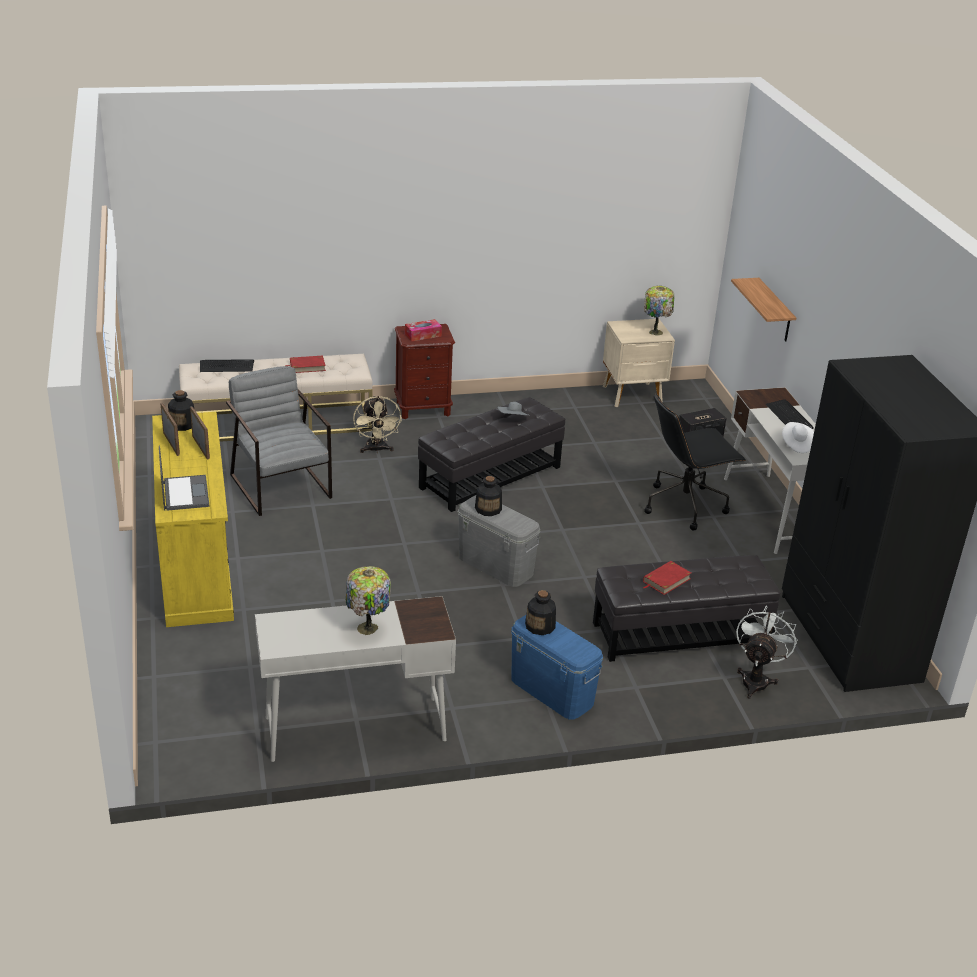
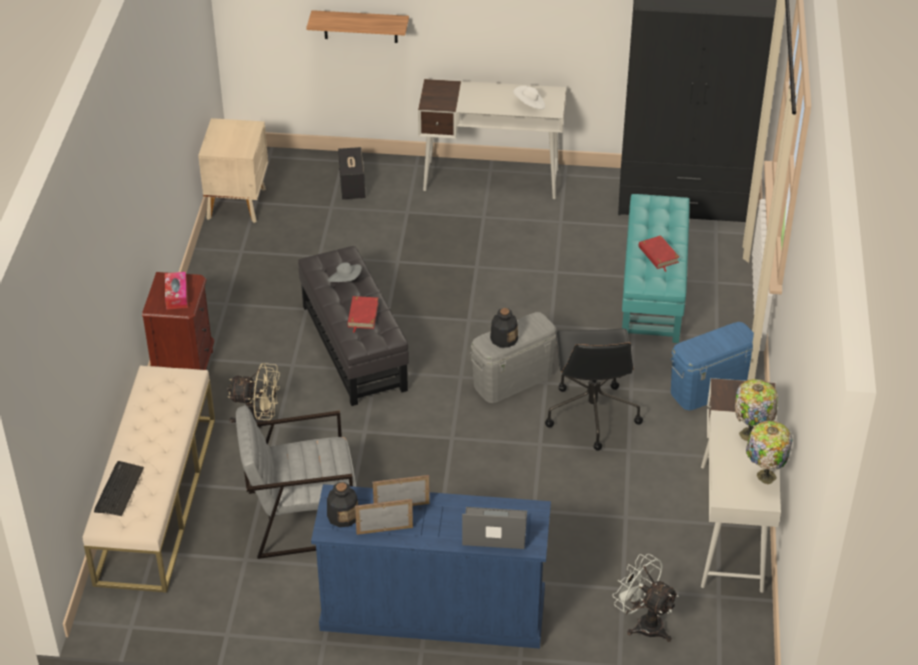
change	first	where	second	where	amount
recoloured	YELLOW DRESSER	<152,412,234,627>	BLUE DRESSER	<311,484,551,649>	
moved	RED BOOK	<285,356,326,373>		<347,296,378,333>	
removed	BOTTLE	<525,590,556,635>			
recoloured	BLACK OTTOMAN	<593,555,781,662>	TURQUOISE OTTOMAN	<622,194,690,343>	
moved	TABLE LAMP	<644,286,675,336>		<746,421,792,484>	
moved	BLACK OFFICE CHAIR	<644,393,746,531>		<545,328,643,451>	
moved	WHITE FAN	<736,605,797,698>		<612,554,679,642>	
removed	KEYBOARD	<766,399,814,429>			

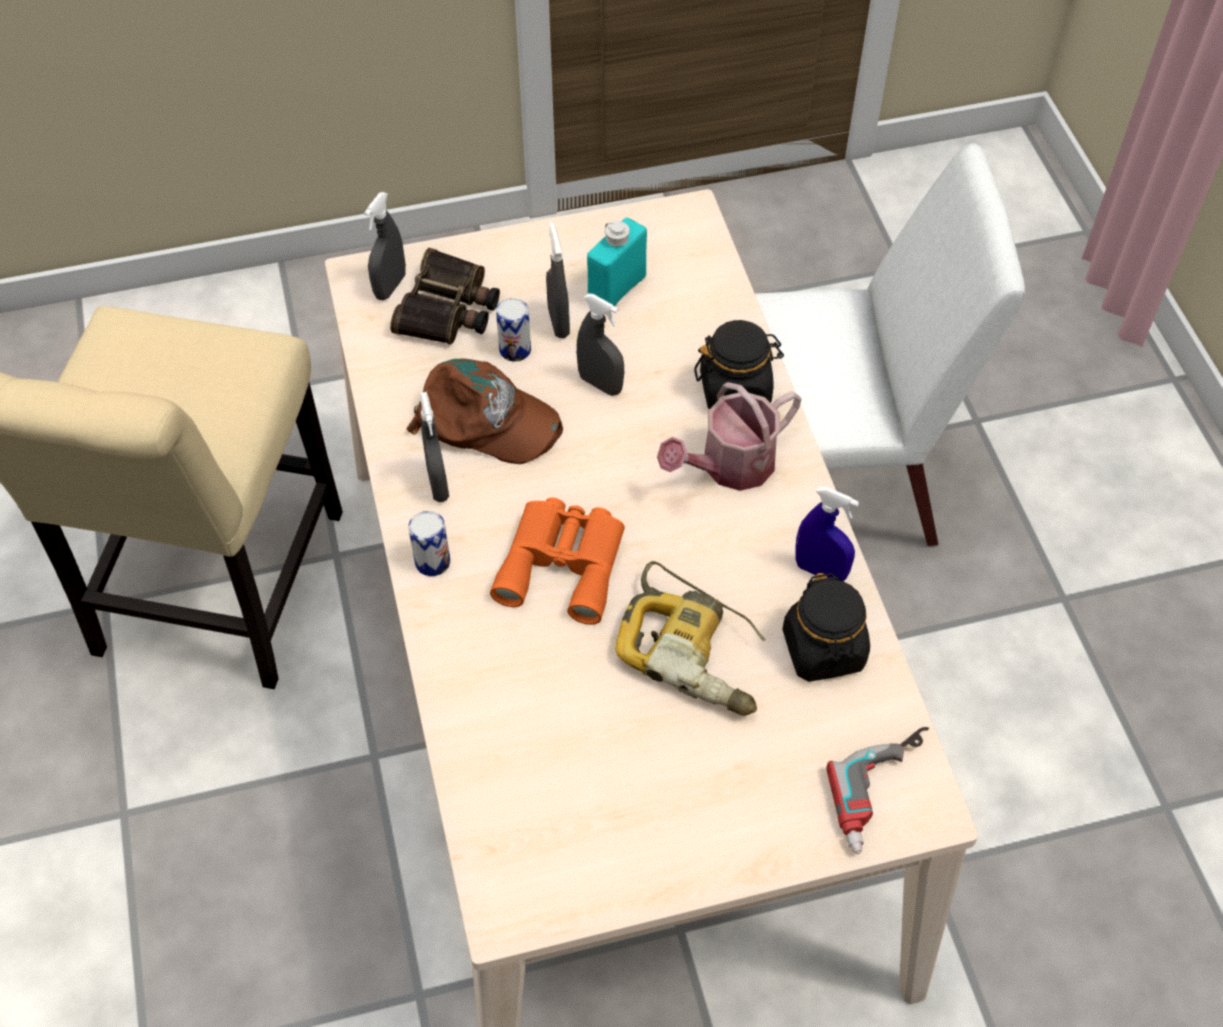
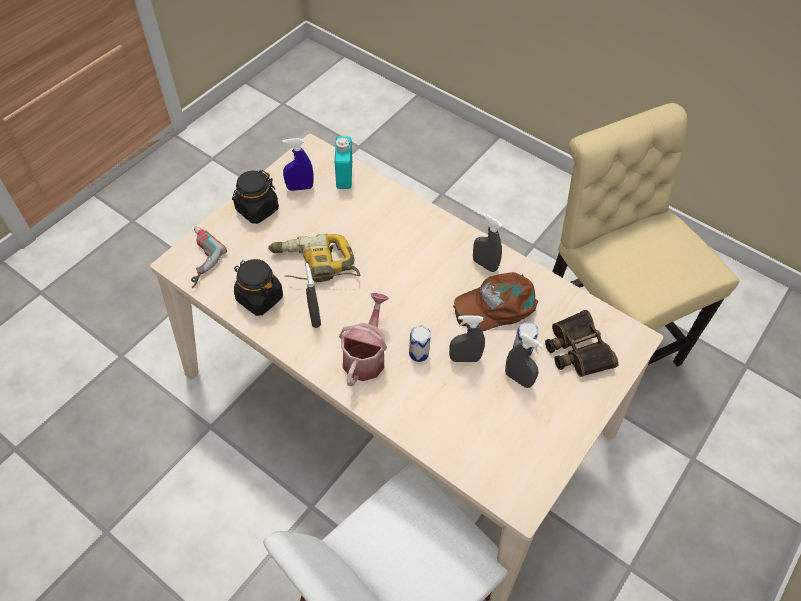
change	first	where	second	where	amount
moved	GREY SPRAY BOTTLE	<364,192,406,300>		<305,263,321,328>	
moved	CAN	<408,511,450,576>		<409,326,431,362>	
removed	ORANGE BINOCULARS	<490,498,625,625>			
moved	TURQUOISE BOTTLE	<587,218,647,306>		<335,136,352,189>	
moved	BLACK JAR	<694,320,784,409>		<232,170,279,224>	
moved	BLUE SPRAY BOTTLE	<795,486,859,581>		<282,138,314,191>	

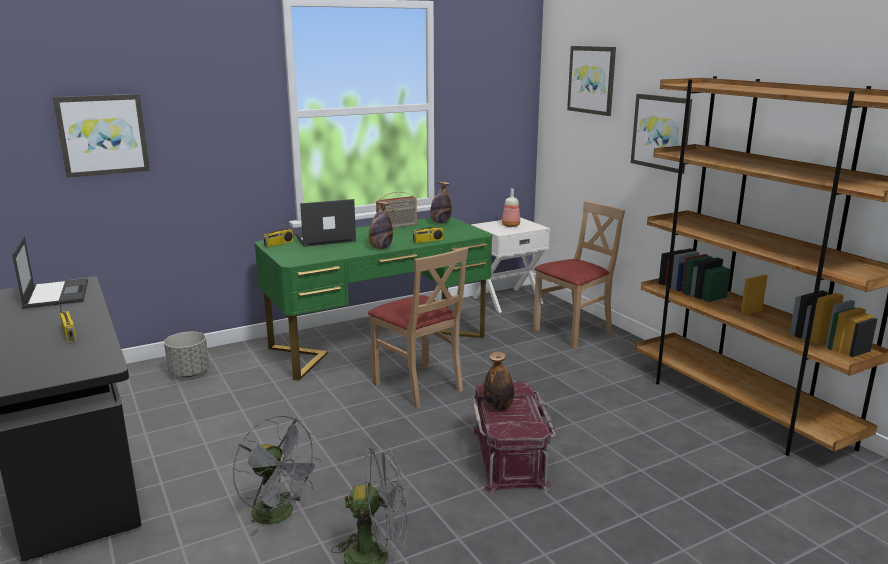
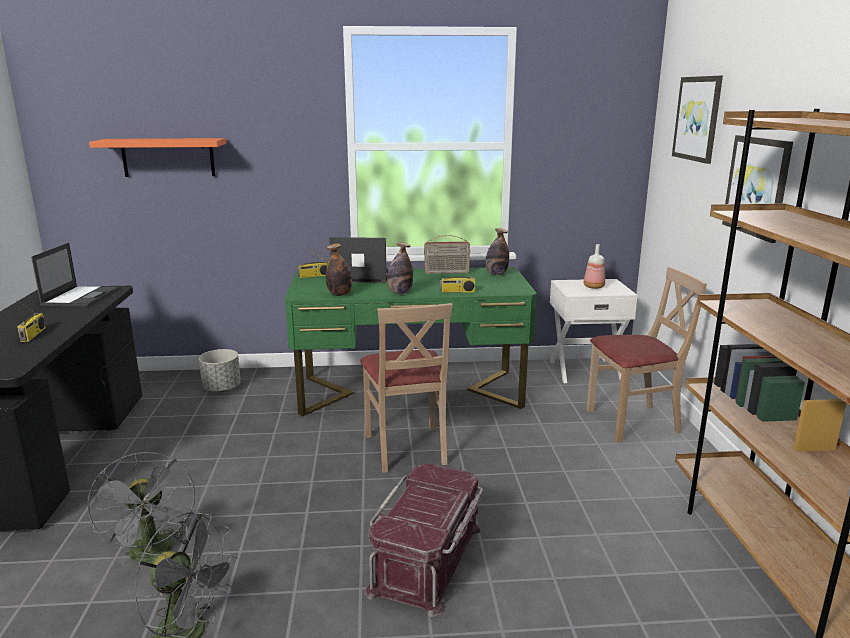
change	first	where	second	where	amount
replaced	PICTURE	<53,94,150,178>	ORANGE SHELF	<89,138,226,177>	
moved	BOTTLE	<484,351,514,411>		<326,243,352,296>	

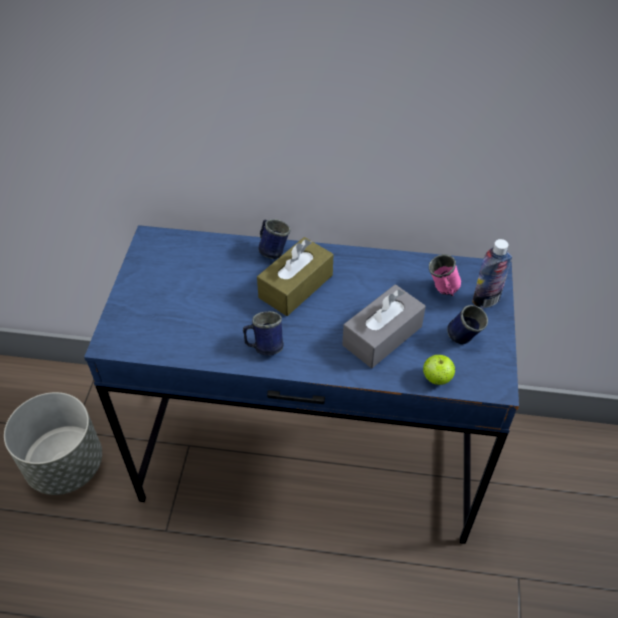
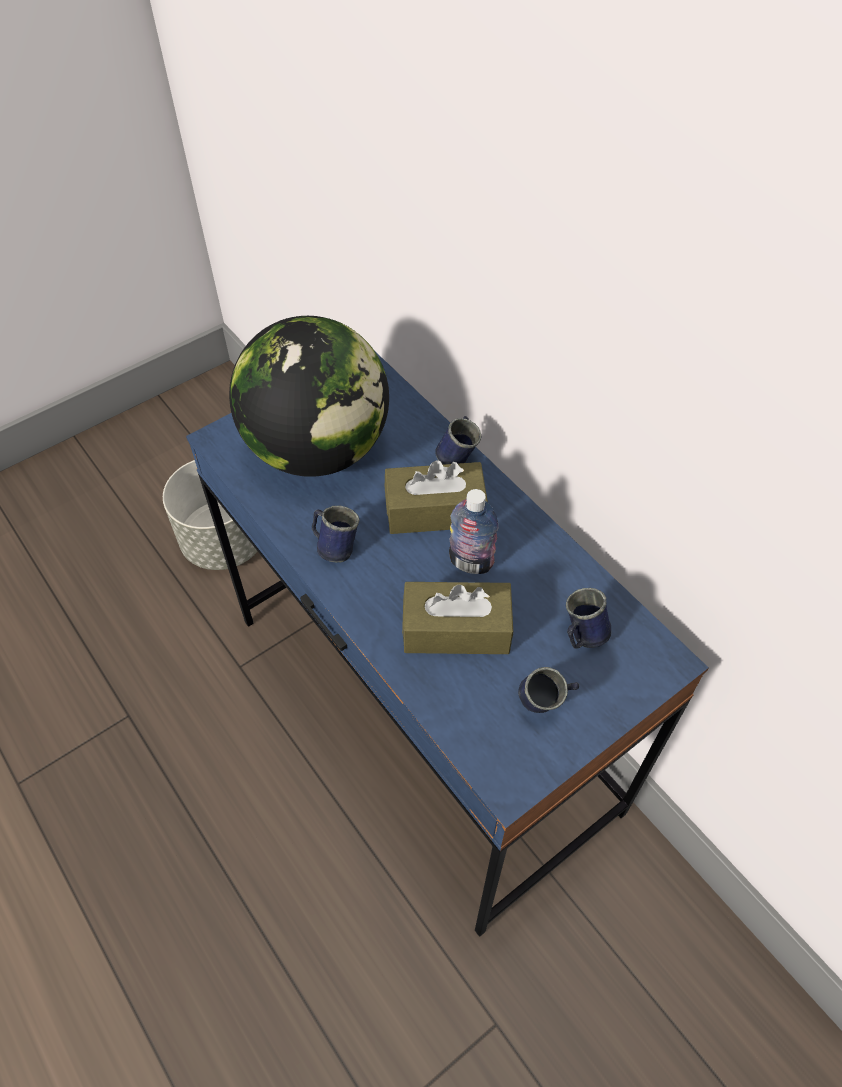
change	first	where	second	where	amount
recoloured	GREY TISSUE BOX	<342,284,426,368>	BROWN TISSUE BOX	<402,582,513,654>	
removed	APPLE	<423,354,456,385>			
recoloured	PINK MUG	<429,254,461,296>	BLUE MUG	<566,588,611,649>	
moved	BOTTLE	<472,239,512,308>		<449,489,498,574>	
added			GLOBE	<229,316,389,477>	

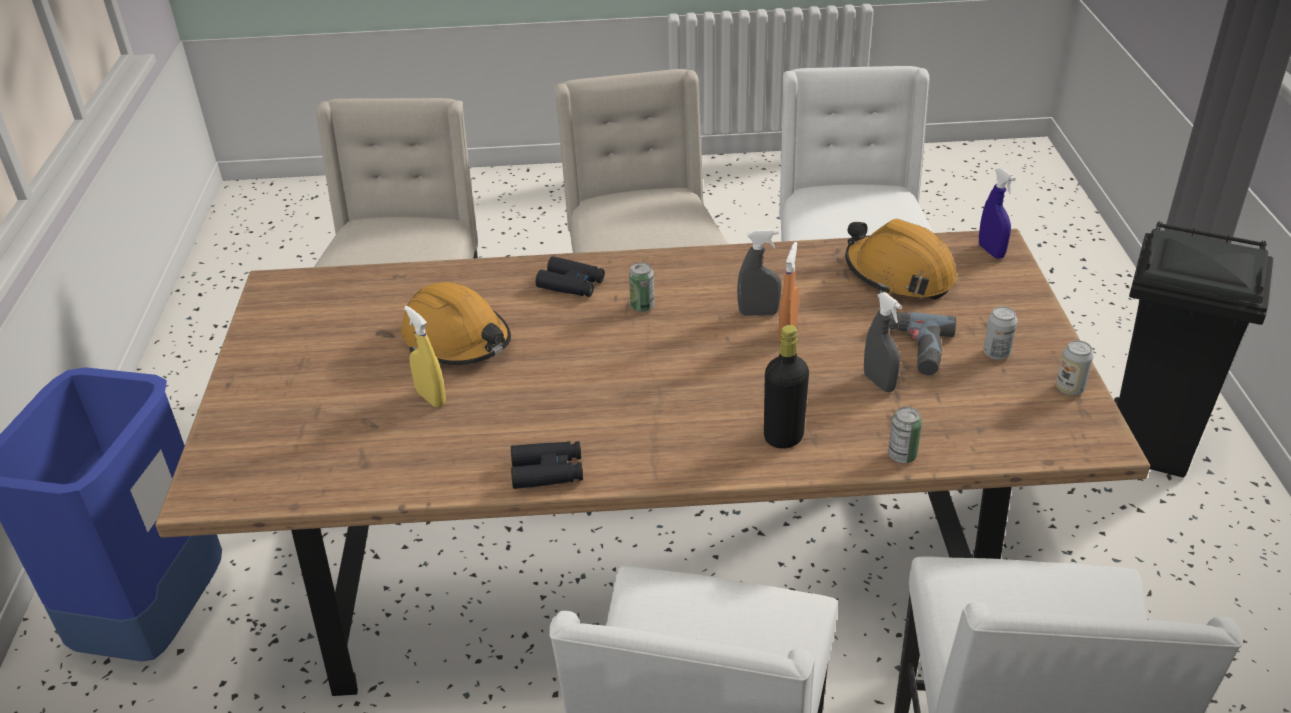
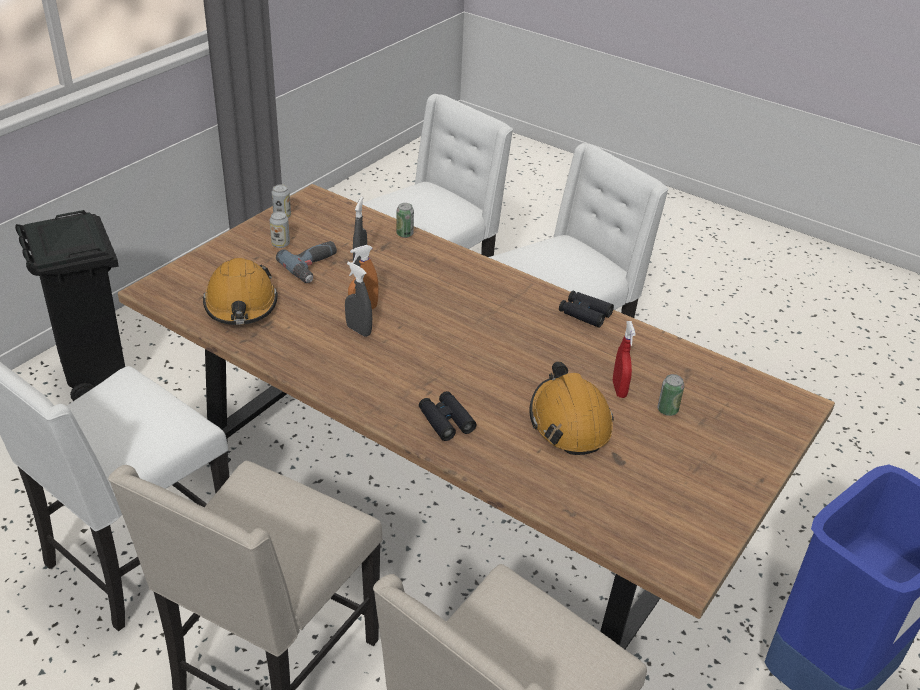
change	first	where	second	where	amount
recoloured	YELLOW SPRAY BOTTLE	<404,306,446,407>	RED SPRAY BOTTLE	<613,321,636,398>	
moved	CAN	<629,263,655,312>		<658,374,684,416>	
removed	BLACK BOTTLE	<764,325,809,449>			
removed	BLUE SPRAY BOTTLE	<979,168,1016,259>			

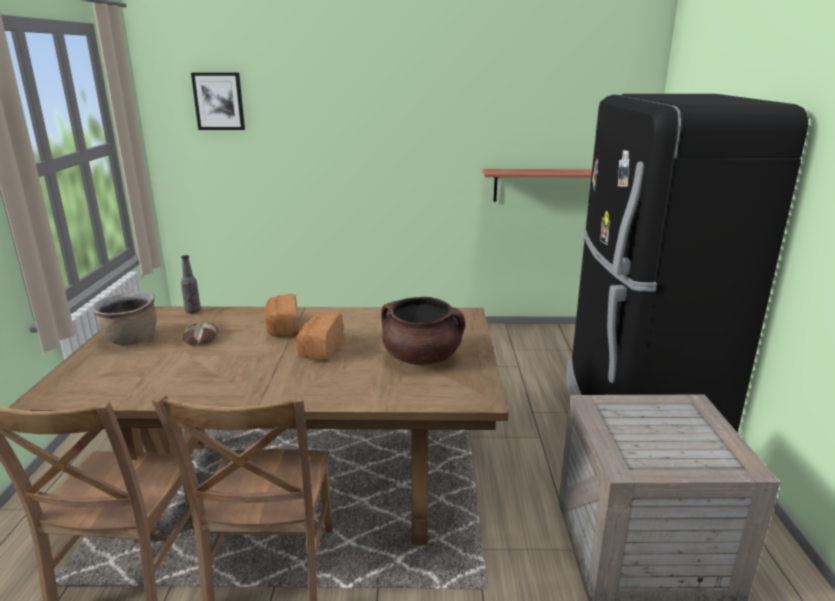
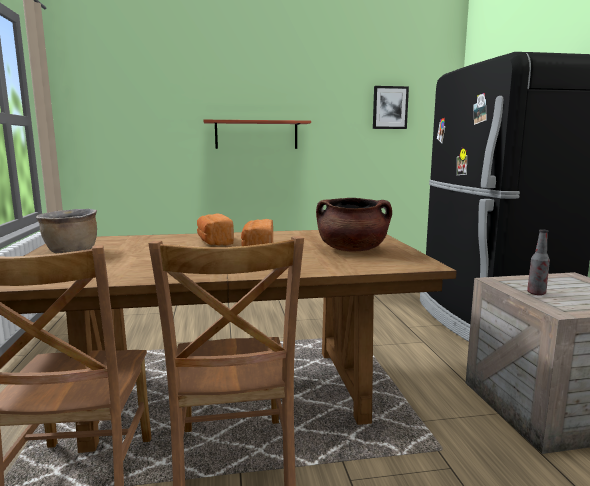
change	first	where	second	where	amount
moved	BOTTLE	<181,255,201,313>		<527,229,550,295>	
removed	BREAD	<183,322,218,345>			
moved	PICTURE	<191,73,245,130>		<373,86,409,129>	
moved	SHELF	<483,169,592,202>		<204,120,311,149>	

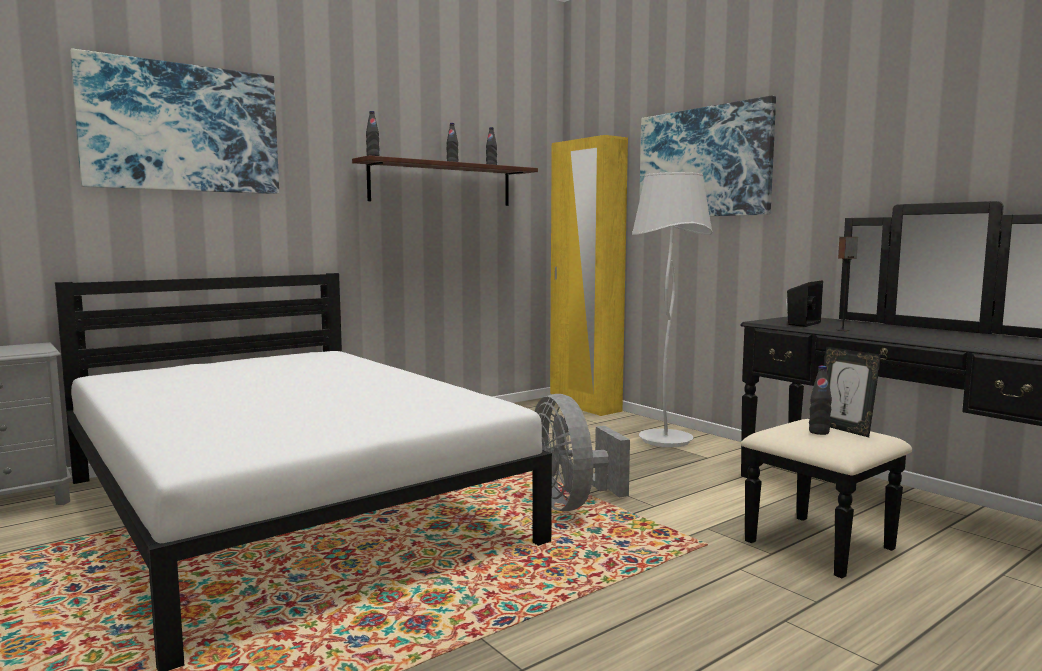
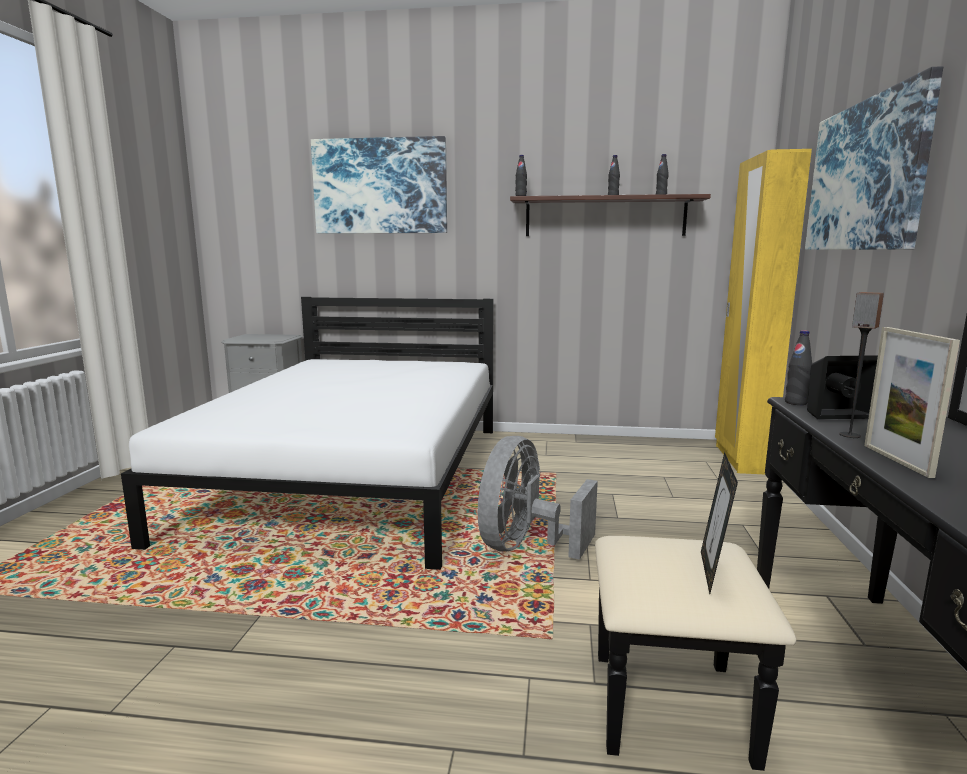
change	first	where	second	where	amount
removed	WHITE FLOOR LAMP	<632,172,713,447>			
moved	BLACK BOTTLE	<809,366,832,435>		<785,330,812,405>	
added			PICTURE FRAME	<864,327,960,478>	

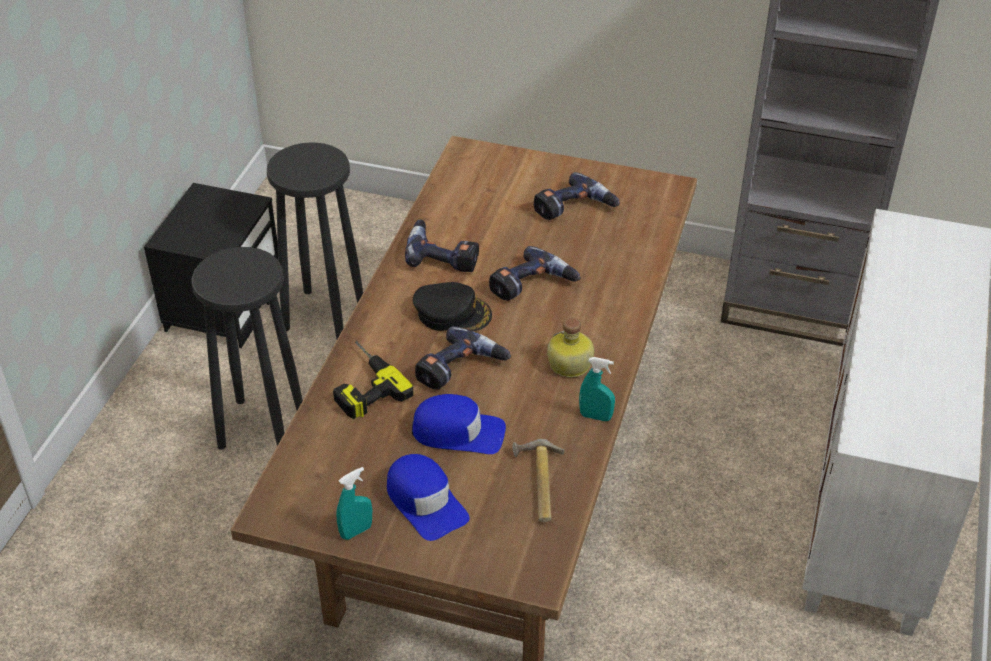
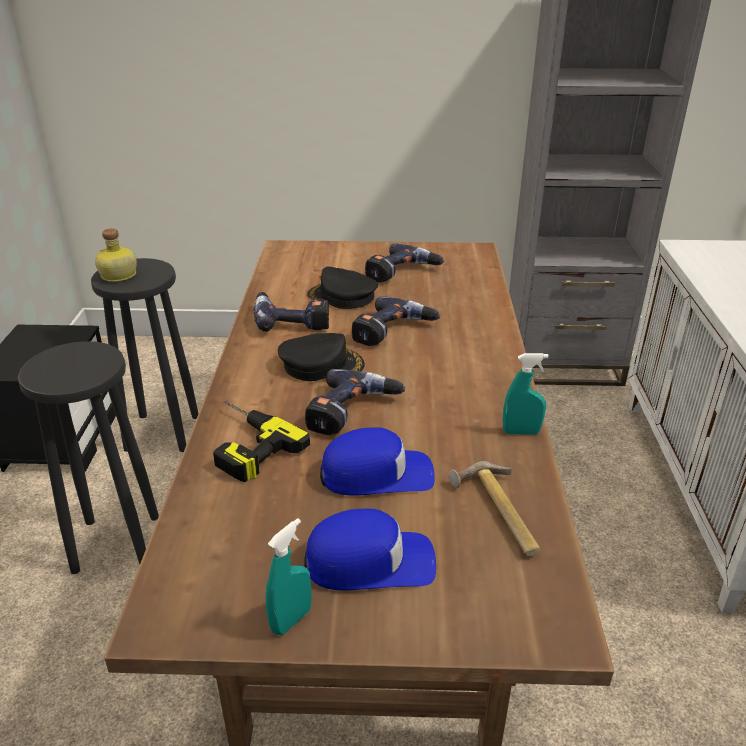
change	first	where	second	where	amount
turned	BLUE CAP	<387,454,470,541>		<304,509,436,590>	45 degrees counterclockwise
moved	BOTTLE	<547,317,594,378>		<95,228,137,282>	
added			BLACK CAP	<307,266,378,309>	

